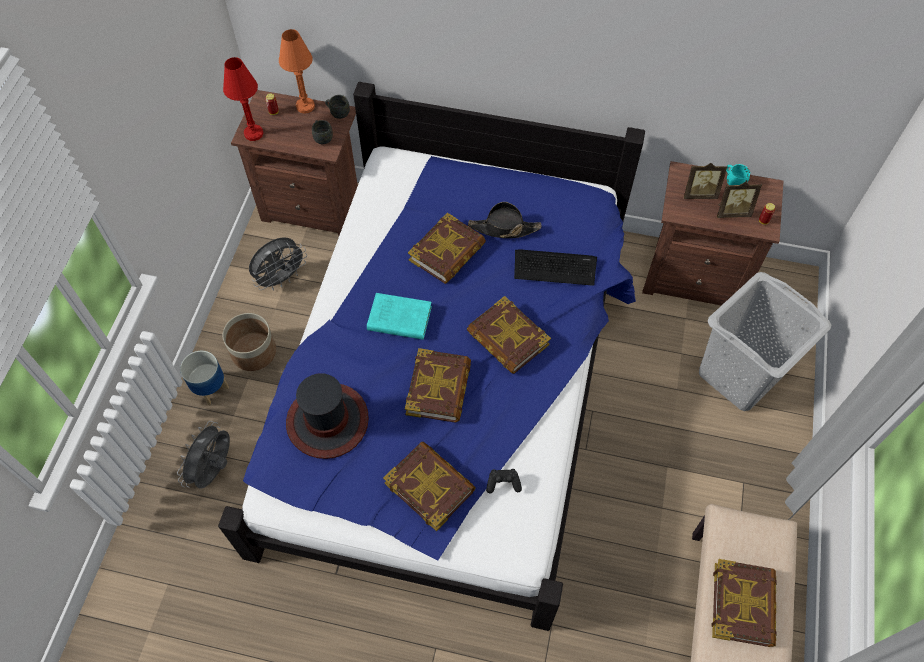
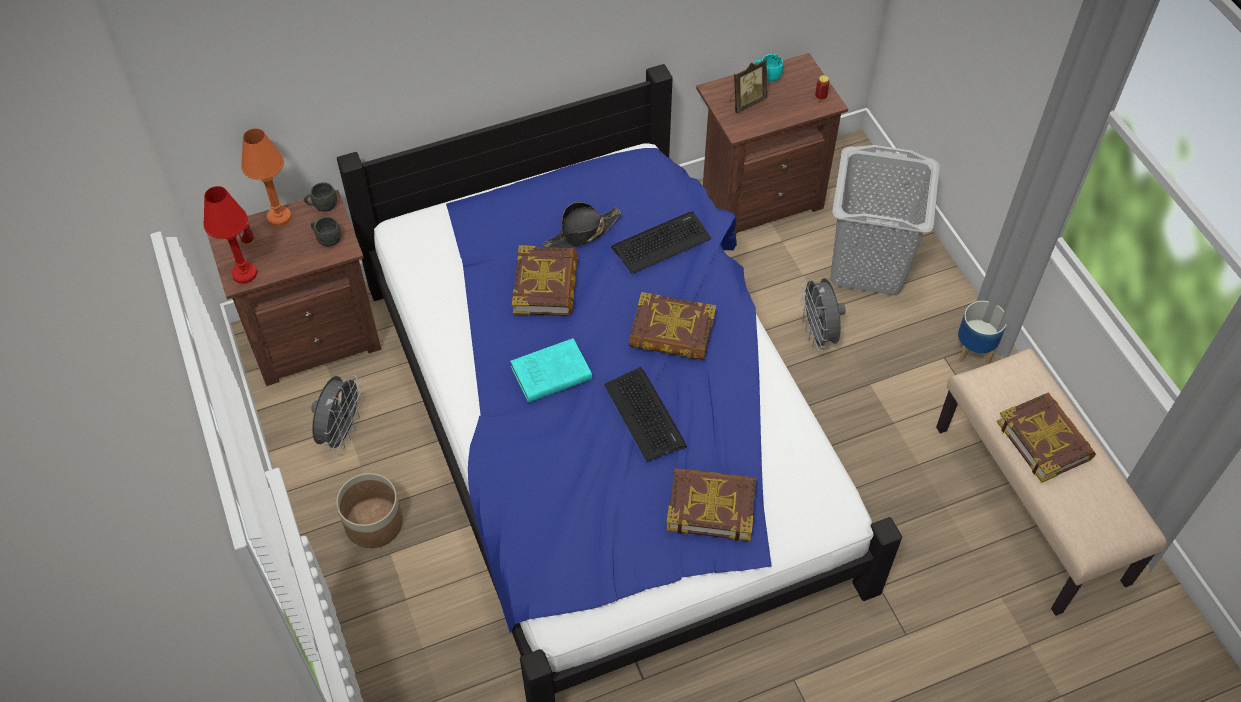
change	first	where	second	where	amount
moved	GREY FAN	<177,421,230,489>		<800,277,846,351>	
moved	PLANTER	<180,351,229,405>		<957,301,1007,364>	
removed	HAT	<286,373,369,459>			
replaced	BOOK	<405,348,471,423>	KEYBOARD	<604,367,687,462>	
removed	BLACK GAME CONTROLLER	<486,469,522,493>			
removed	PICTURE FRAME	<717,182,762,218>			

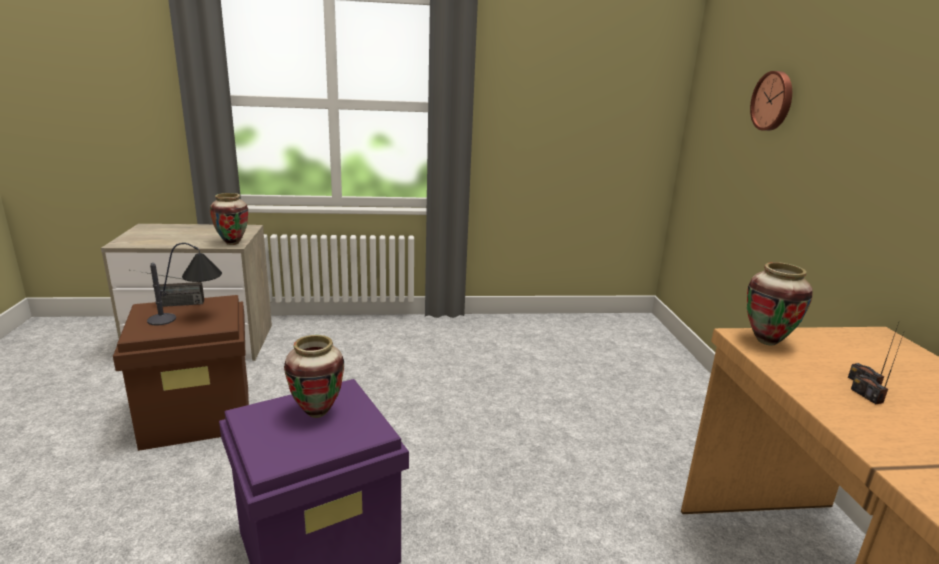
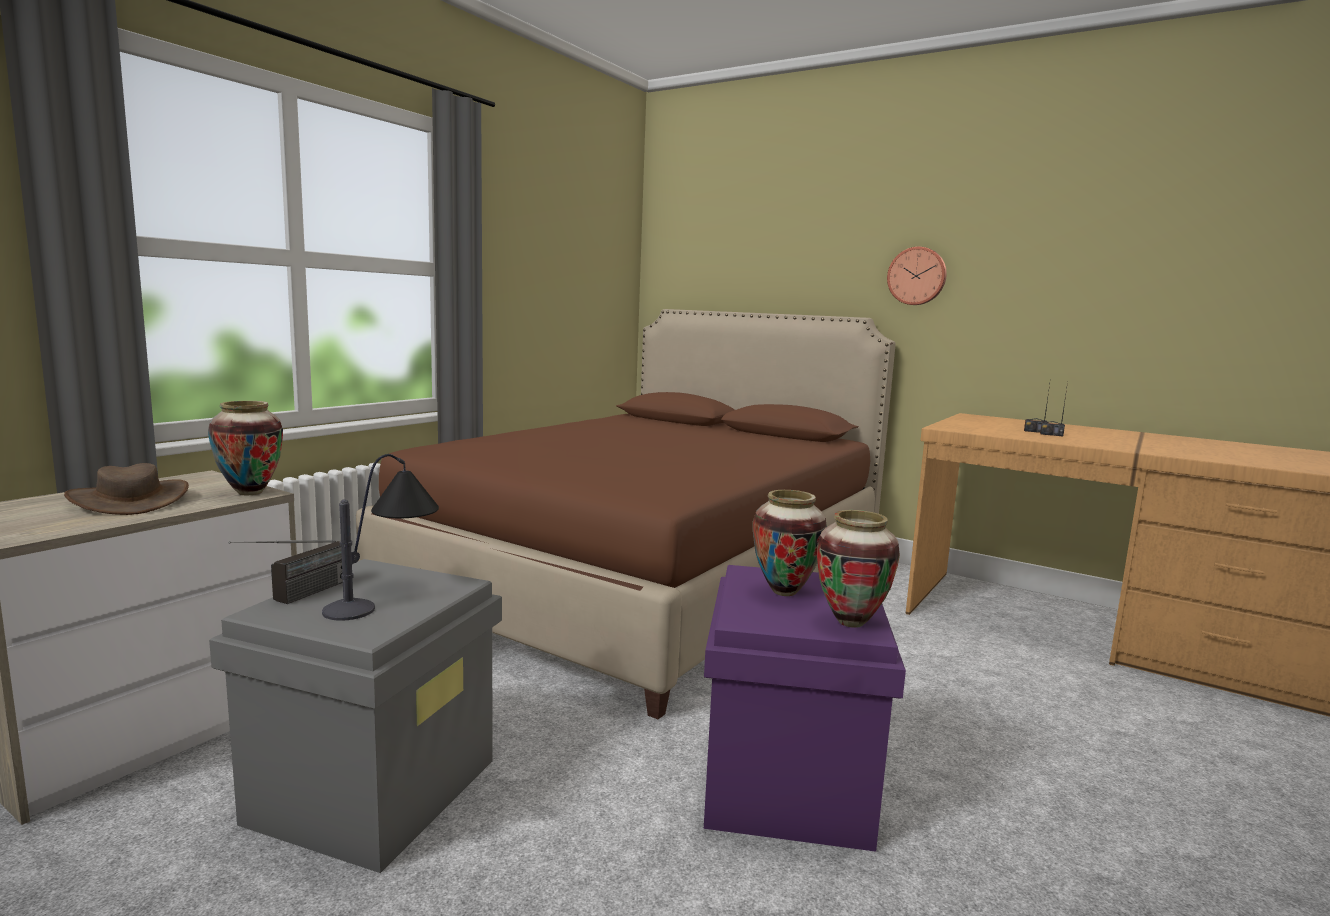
change	first	where	second	where	amount
recoloured	BROWN STORAGE BOX	<113,295,249,451>	GREY STORAGE BOX	<209,559,502,873>	
moved	VASE	<747,262,812,346>		<817,510,900,628>	
moved	WALL CLOCK	<750,71,792,131>		<887,247,947,305>	
added			BROWN HAT	<64,463,189,515>	
added			BROWN BED	<356,309,896,719>	

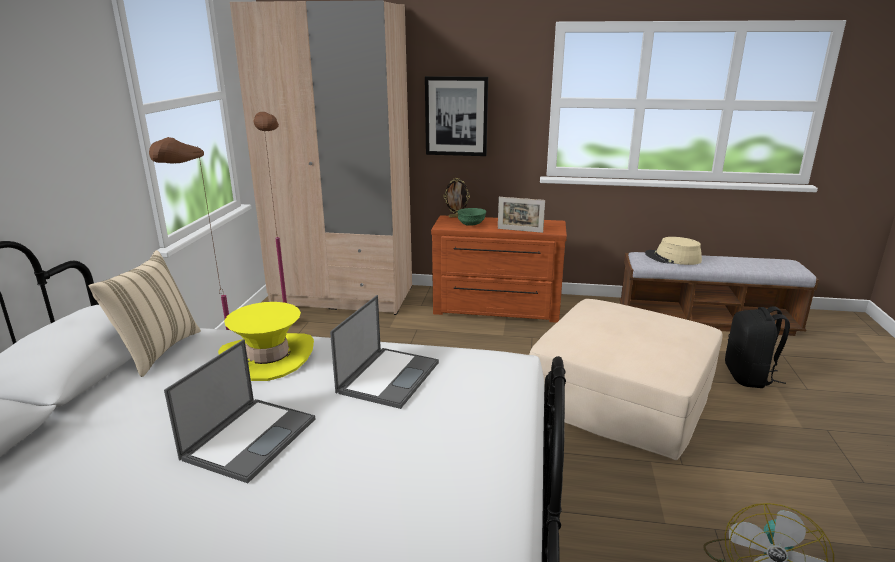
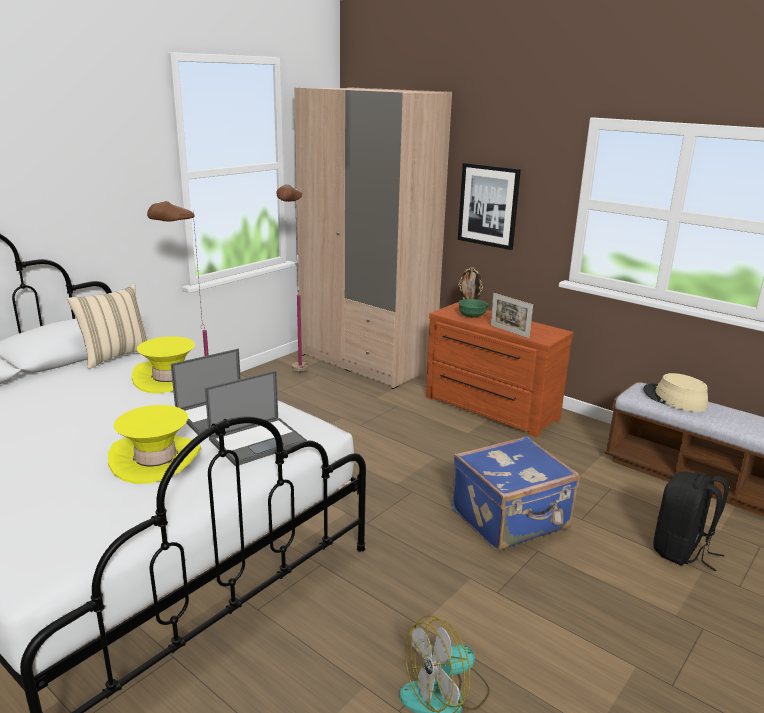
change	first	where	second	where	amount
moved	LAPTOP	<164,339,315,483>		<205,370,307,466>	
replaced	BEIGE OTTOMAN	<529,299,723,460>	BLUE SUITCASE	<452,436,580,551>	
added			YELLOW HAT	<108,405,201,484>	

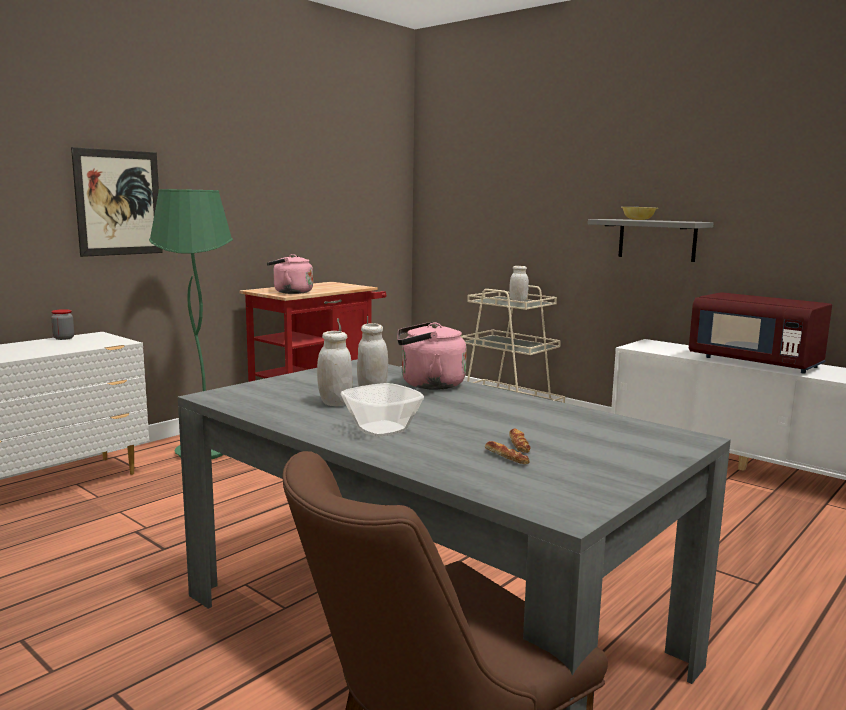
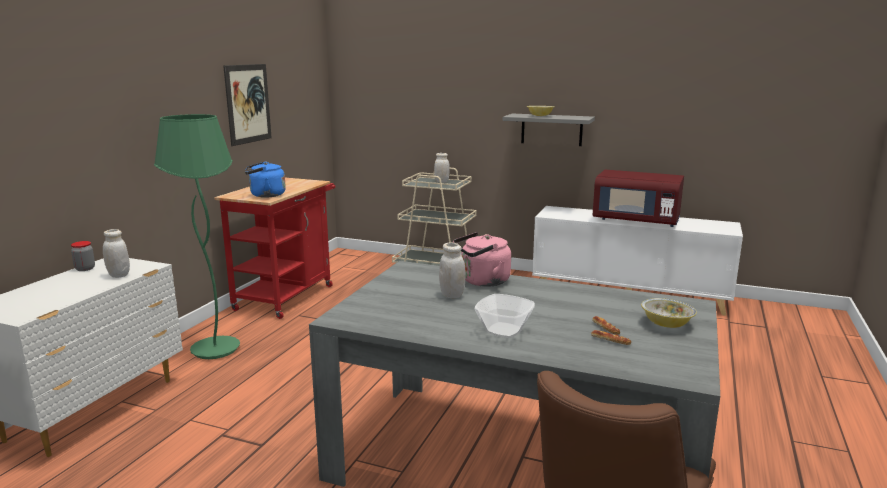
change	first	where	second	where	amount
moved	PICTURE	<71,147,163,257>		<223,64,272,146>	
recoloured	PINK KETTLE	<267,254,313,294>	BLUE KETTLE	<245,161,286,198>	
moved	WHITE JAR	<317,331,352,406>		<103,229,130,278>	
added			BOWL	<641,298,697,328>	

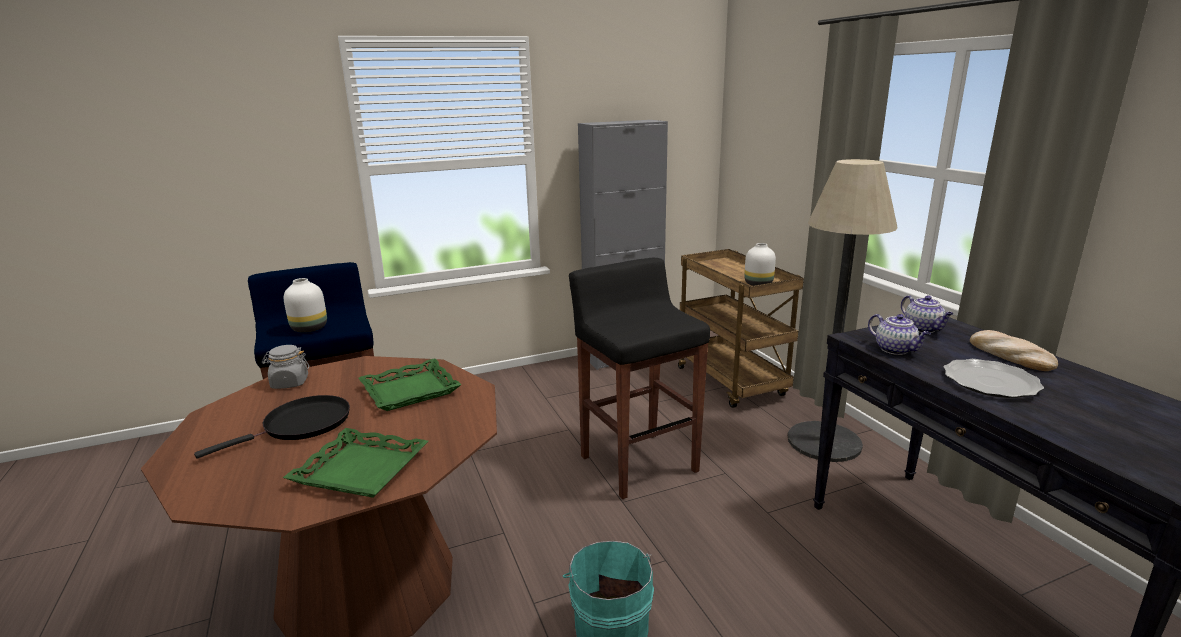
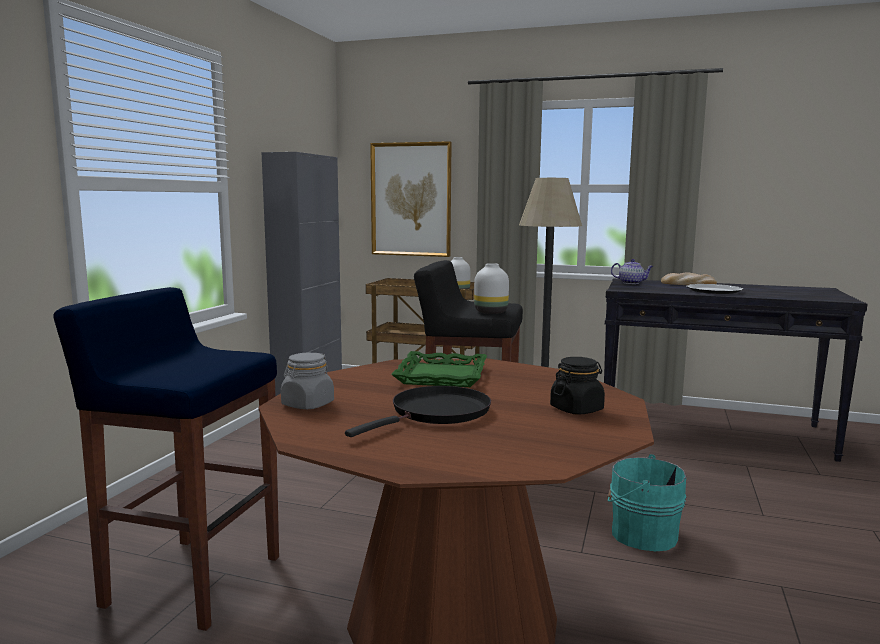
change	first	where	second	where	amount
turned	BLACK FRYING PAN	<194,395,350,459>		<345,386,491,437>	45 degrees clockwise
replaced	GREEN TRAY	<283,428,428,498>	BLACK JAR	<550,357,605,415>	
moved	WHITE VASE	<284,278,327,333>		<474,263,509,314>	
removed	TEAPOT	<868,314,931,355>			
added			PICTURE	<370,141,452,257>	

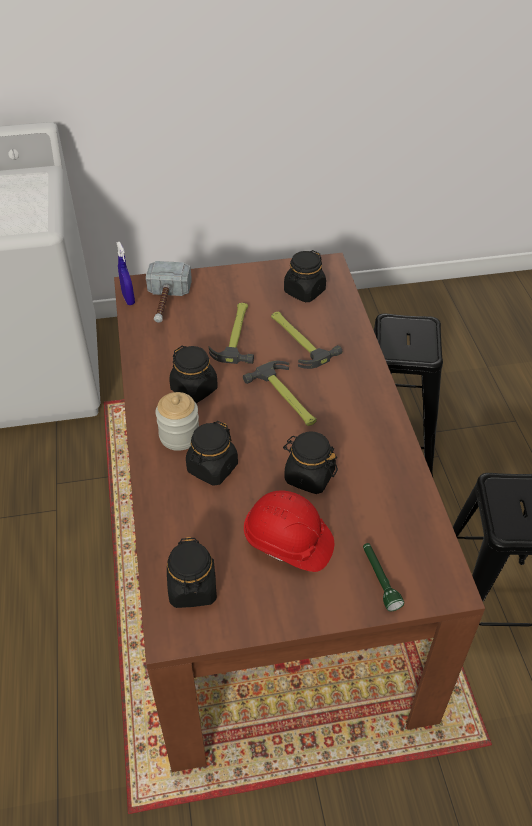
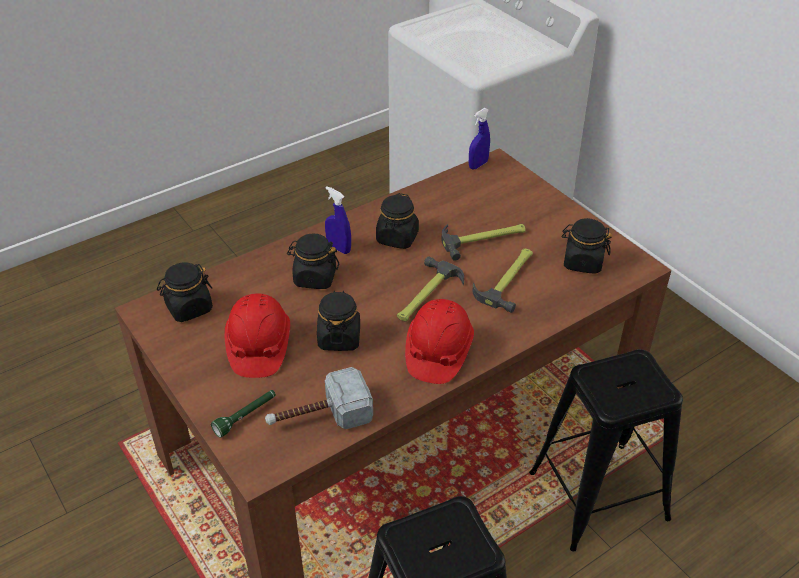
change	first	where	second	where	amount
moved	HAMMER	<146,261,192,323>		<265,367,373,429>	
replaced	JAR	<155,392,199,451>	BLUE SPRAY BOTTLE	<325,186,351,254>	
added			RED HARD HAT	<405,299,474,384>	

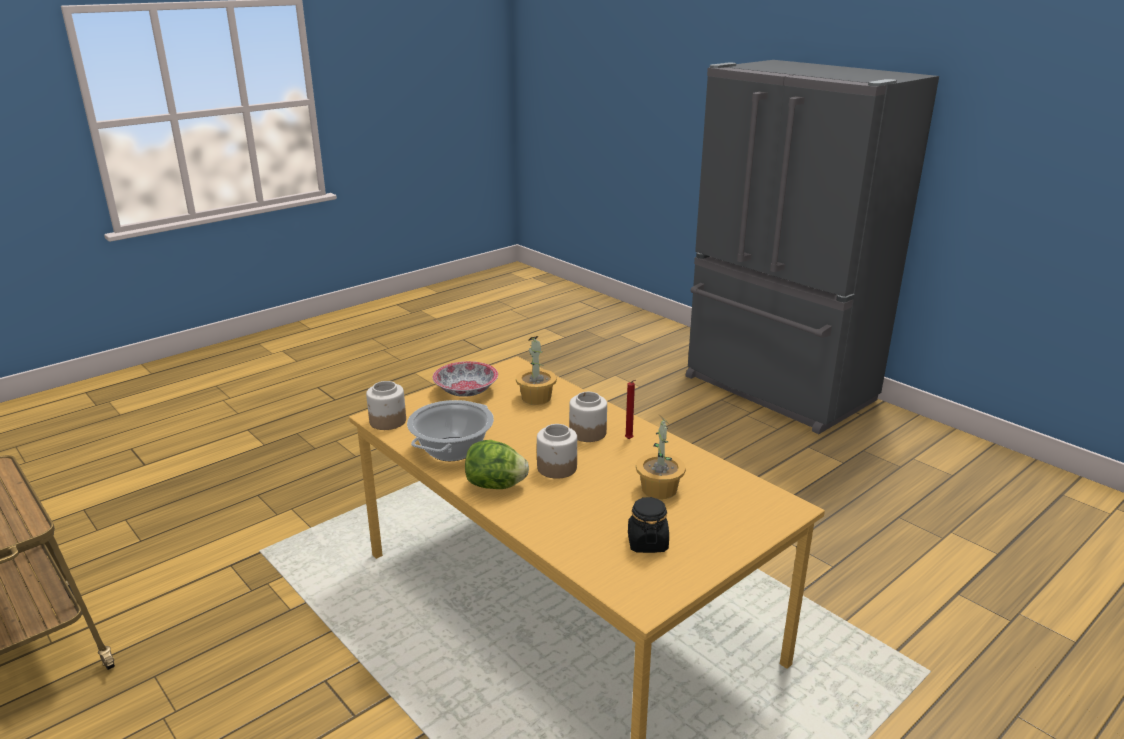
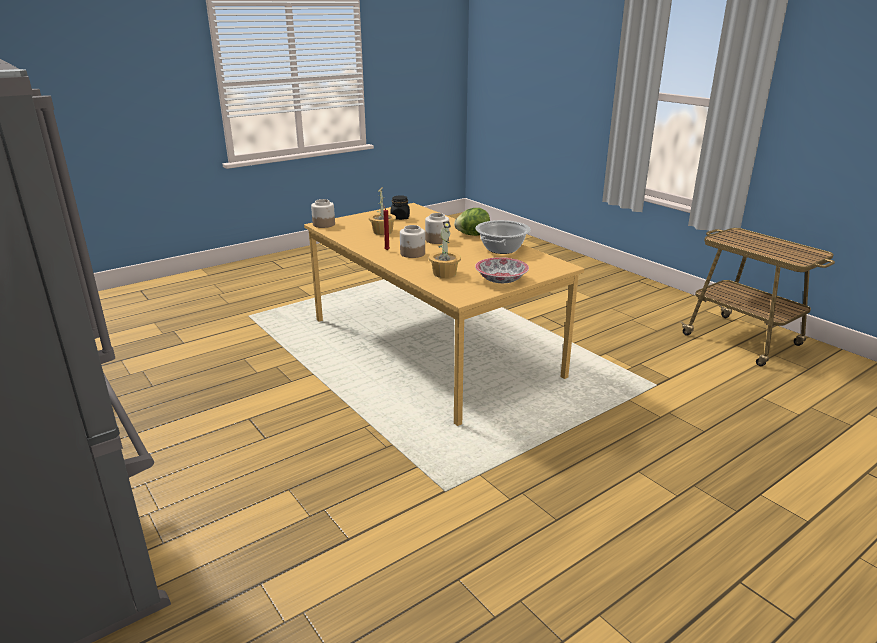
change	first	where	second	where	amount
moved	JAR	<366,381,406,430>		<311,199,335,228>	

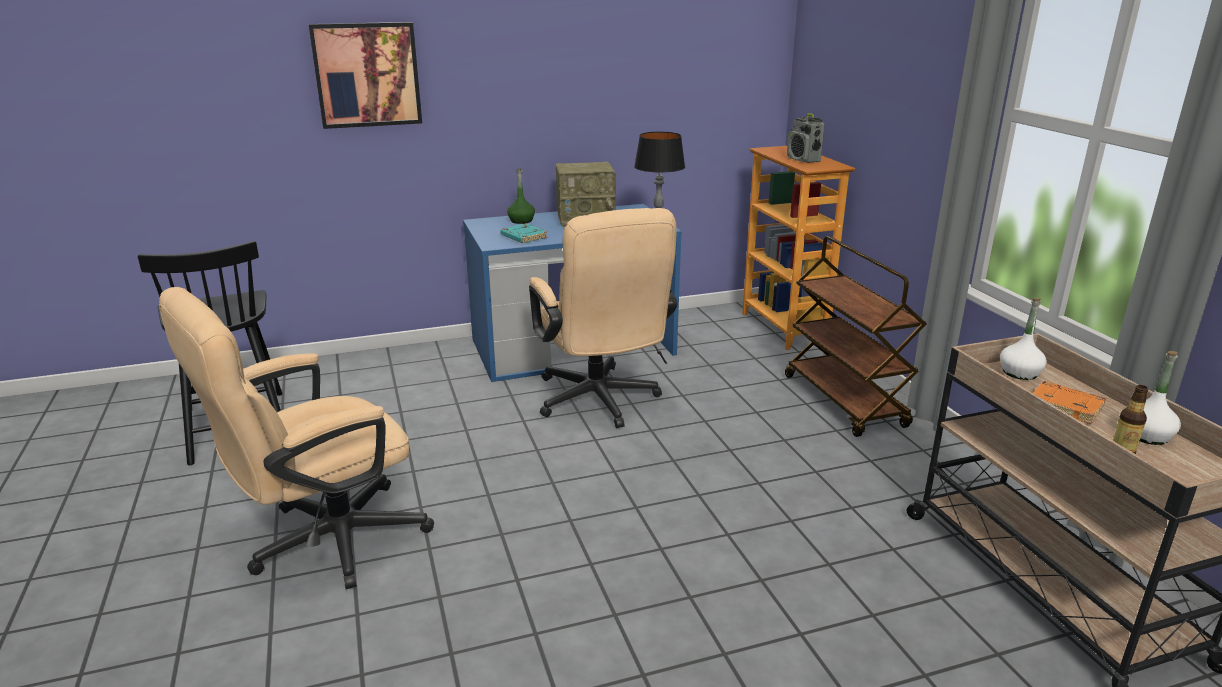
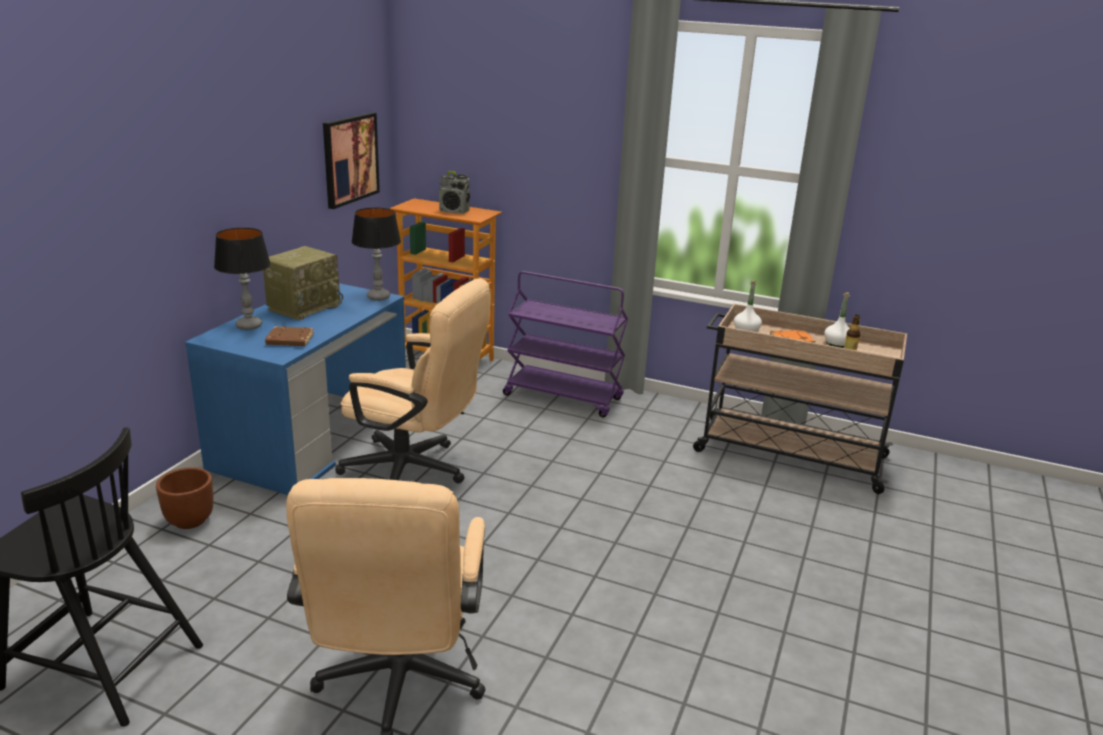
change	first	where	second	where	amount
moved	PICTURE	<309,22,422,129>		<323,112,380,209>	
recoloured	TURQUOISE BOOK	<500,223,547,243>	BROWN BOOK	<265,326,314,346>	
replaced	GREEN BOTTLE	<507,169,535,224>	TABLE LAMP	<214,228,271,330>	
recoloured	BROWN CART	<785,236,927,437>	PURPLE CART	<503,271,628,418>	
added			BROWN PLANTER	<156,467,214,529>	

